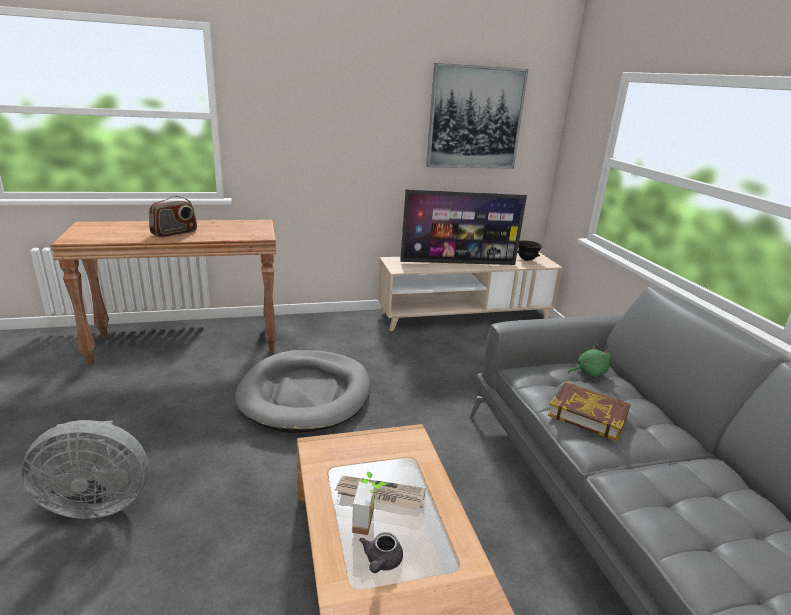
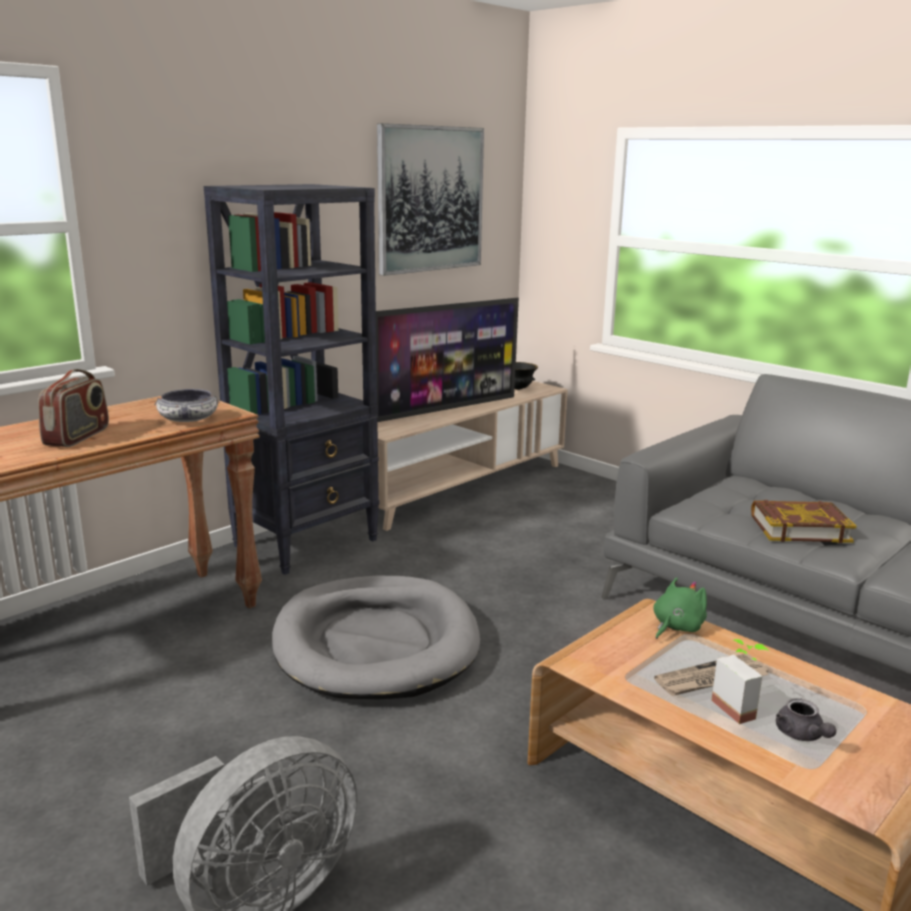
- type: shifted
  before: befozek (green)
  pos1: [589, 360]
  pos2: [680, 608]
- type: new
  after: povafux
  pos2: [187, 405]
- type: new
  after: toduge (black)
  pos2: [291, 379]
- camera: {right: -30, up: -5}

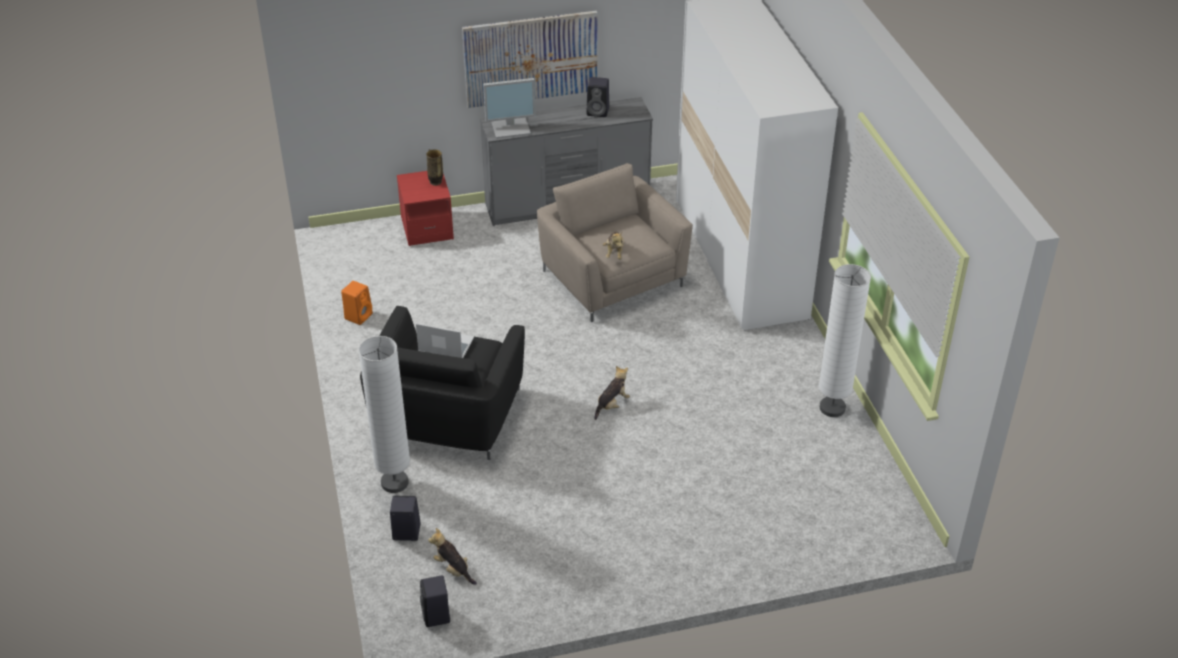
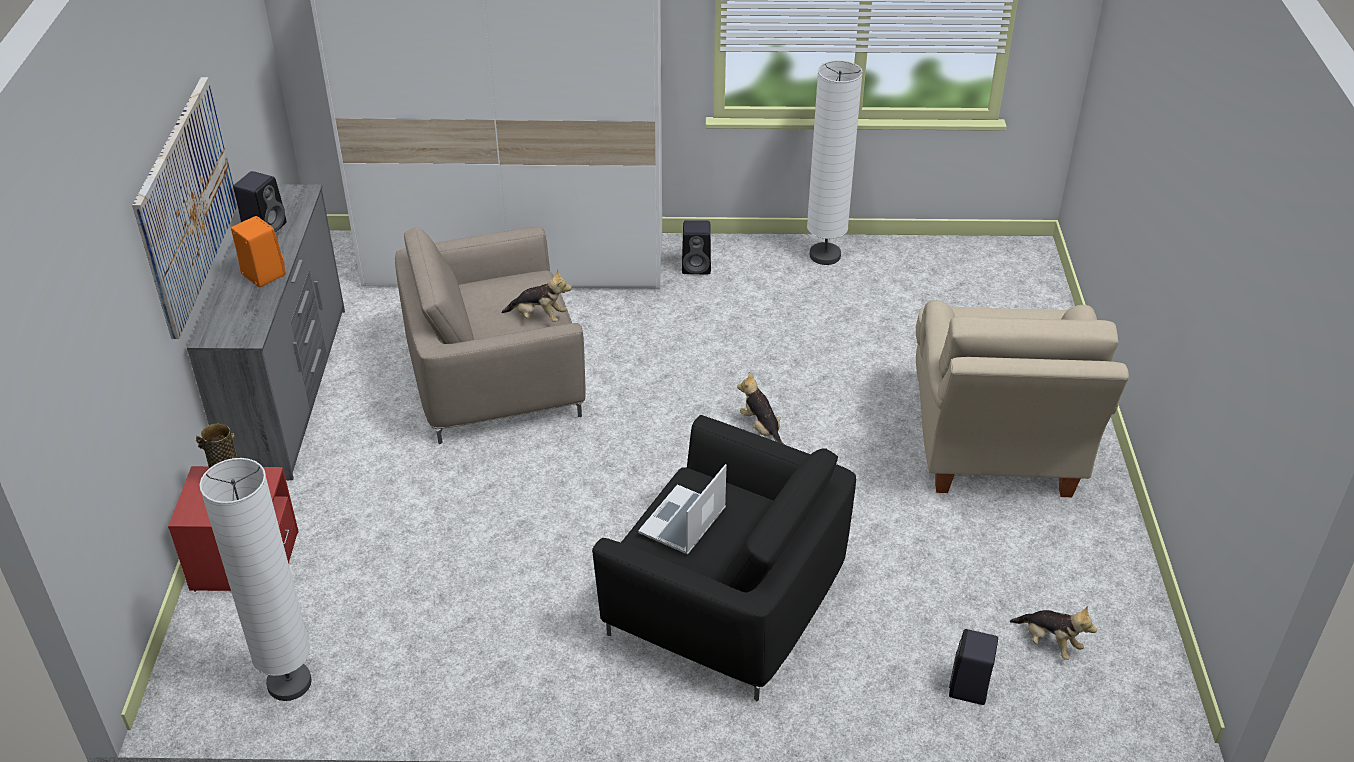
- type: shifted
  before: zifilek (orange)
  pos1: [357, 303]
  pos2: [258, 251]
- type: shifted
  before: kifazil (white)
  pos1: [384, 414]
  pos2: [255, 579]
- type: shifted
  before: zifilek (black)
  pos1: [435, 601]
  pos2: [696, 247]
- type: rotated
  before: befozek
  pos1: [452, 556]
  pos2: [1053, 633]
  turn: -105
- type: gone
  before: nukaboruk
  pos1: [509, 108]
- type: new
  after: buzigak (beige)
  pos2: [1022, 398]
- camera: {right: -75, up: 0}

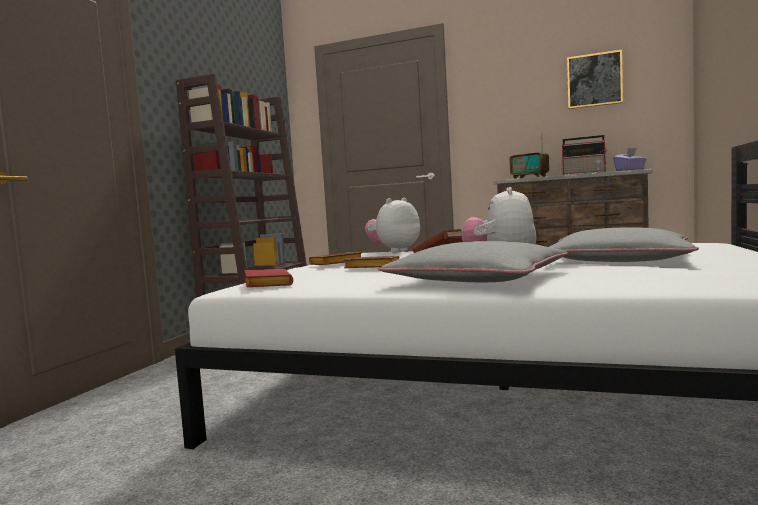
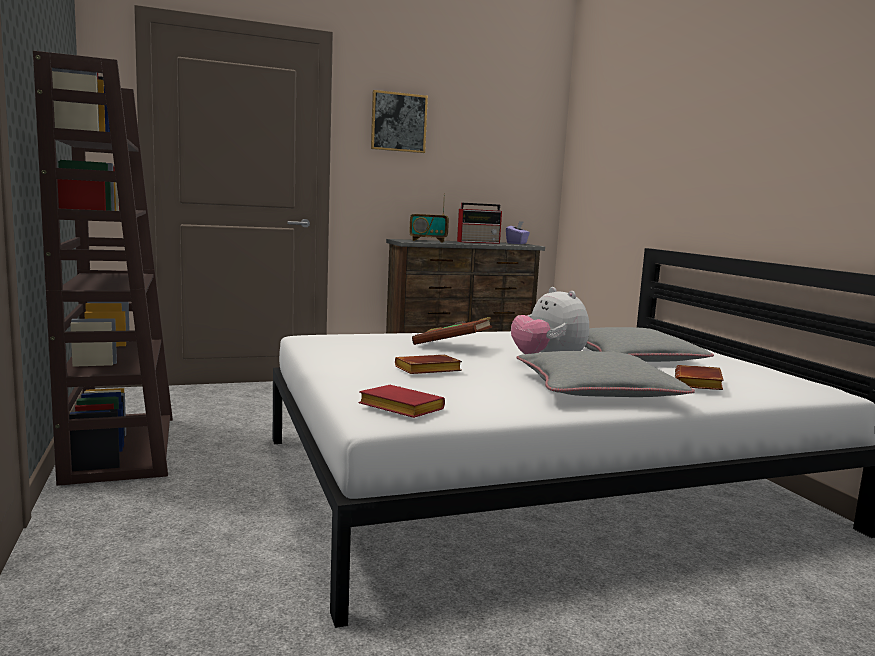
- type: shifted
  before: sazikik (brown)
  pos1: [335, 258]
  pos2: [699, 377]
- type: gone
  before: befozek
  pos1: [392, 225]
- type: shifted
  before: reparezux
  pos1: [595, 79]
  pos2: [399, 121]
- camera: {right: -40, up: 5}

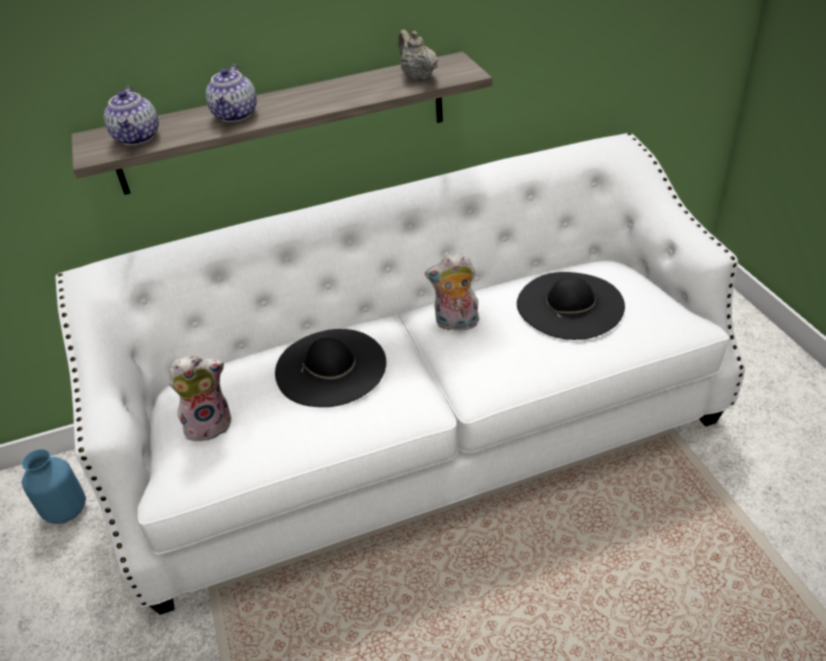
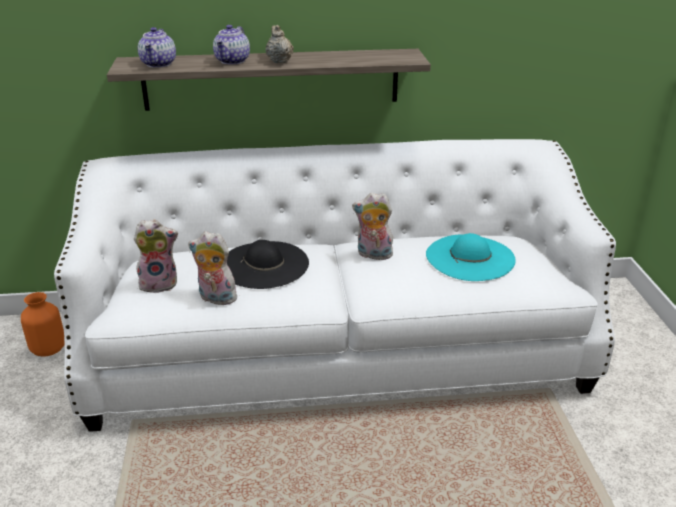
- type: repainted
  before: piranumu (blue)
  after: piranumu (orange)
  pos1: [54, 486]
  pos2: [43, 324]
- type: shifted
  before: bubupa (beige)
  pos1: [418, 55]
  pos2: [279, 44]
- type: repainted
  before: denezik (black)
  after: denezik (turquoise)
  pos1: [571, 306]
  pos2: [471, 257]
- type: new
  after: befozek
  pos2: [212, 268]
- camera: {right: 10, up: -10}

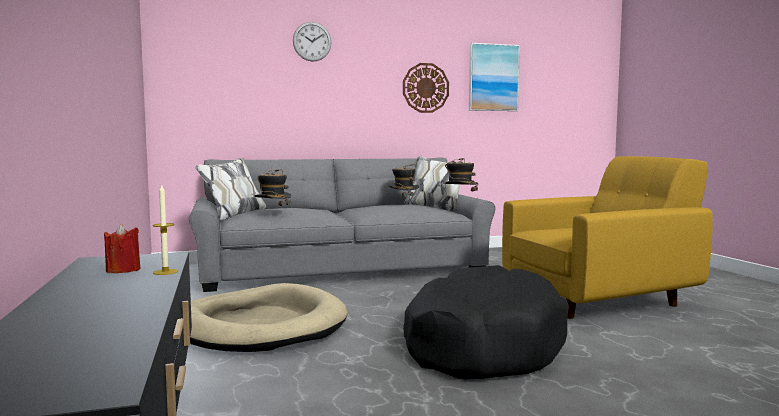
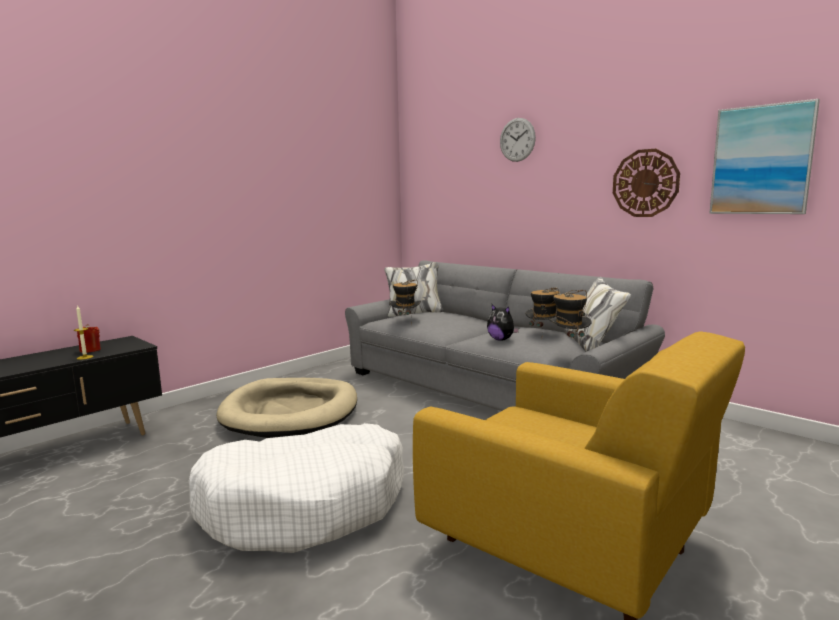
- type: repainted
  before: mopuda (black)
  after: mopuda (white)
  pos1: [486, 322]
  pos2: [296, 488]
- type: new
  after: befozek
  pos2: [503, 322]
- camera: {right: 60, up: 5}

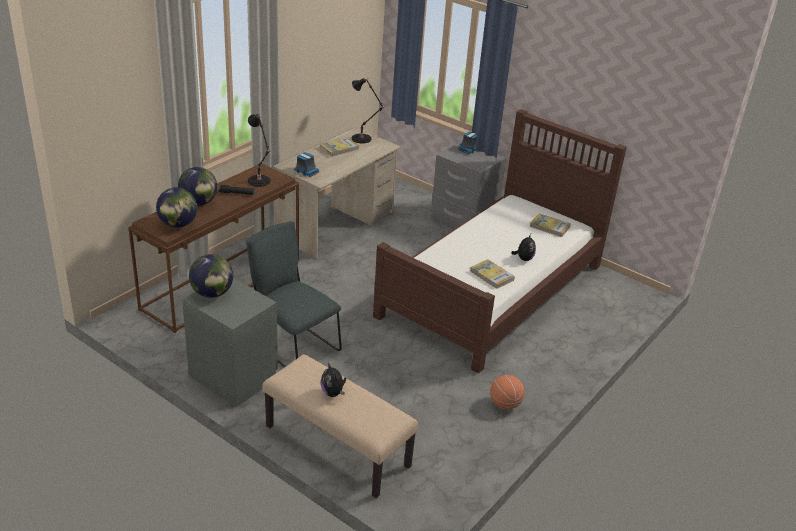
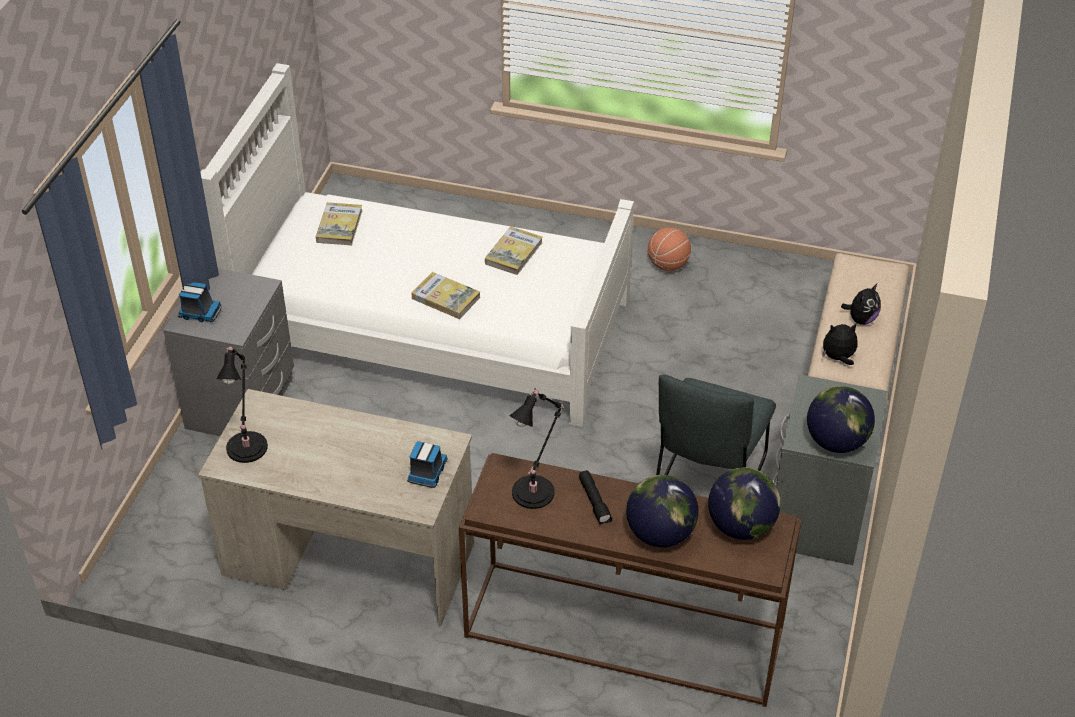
- type: shifted
  before: sazikik
  pos1: [339, 147]
  pos2: [445, 295]
- type: repainted
  before: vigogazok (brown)
  after: vigogazok (white)
  pos1: [500, 241]
  pos2: [417, 245]
- type: shifted
  before: befozek
  pos1: [523, 247]
  pos2: [839, 344]
- camera: {right: -110, up: 10}

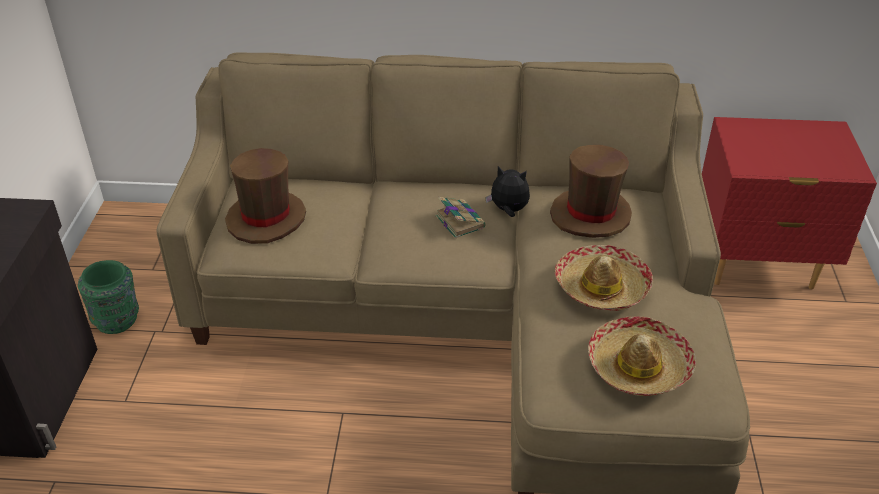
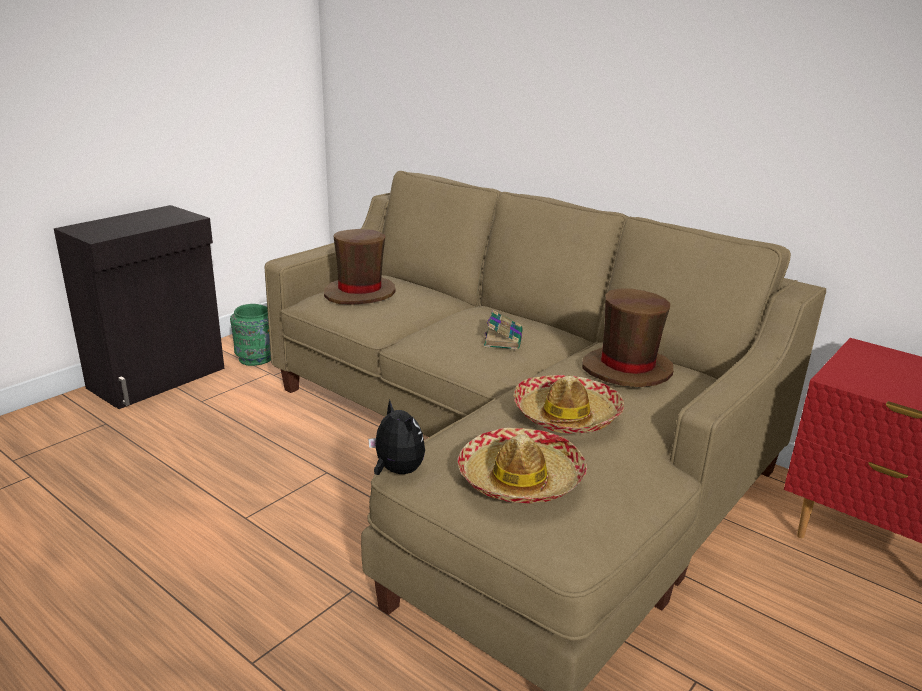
- type: shifted
  before: befozek
  pos1: [507, 191]
  pos2: [396, 437]
- camera: {right: 35, up: -15}

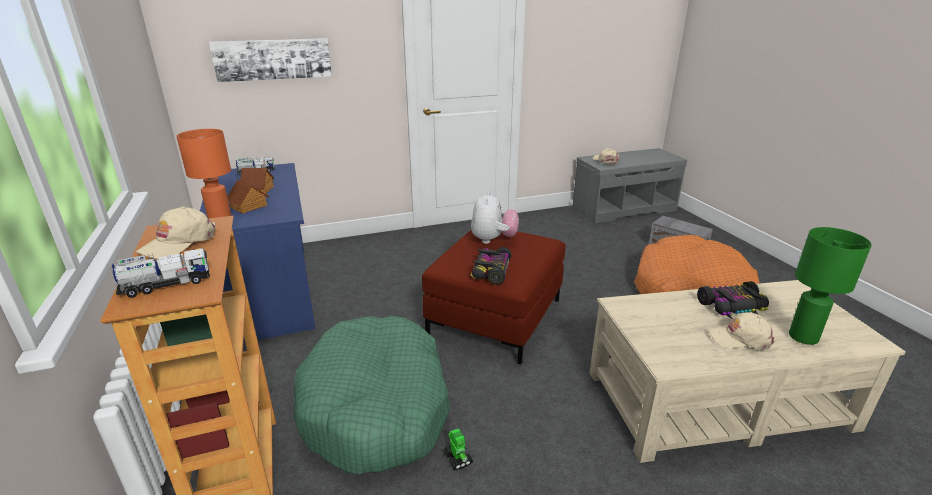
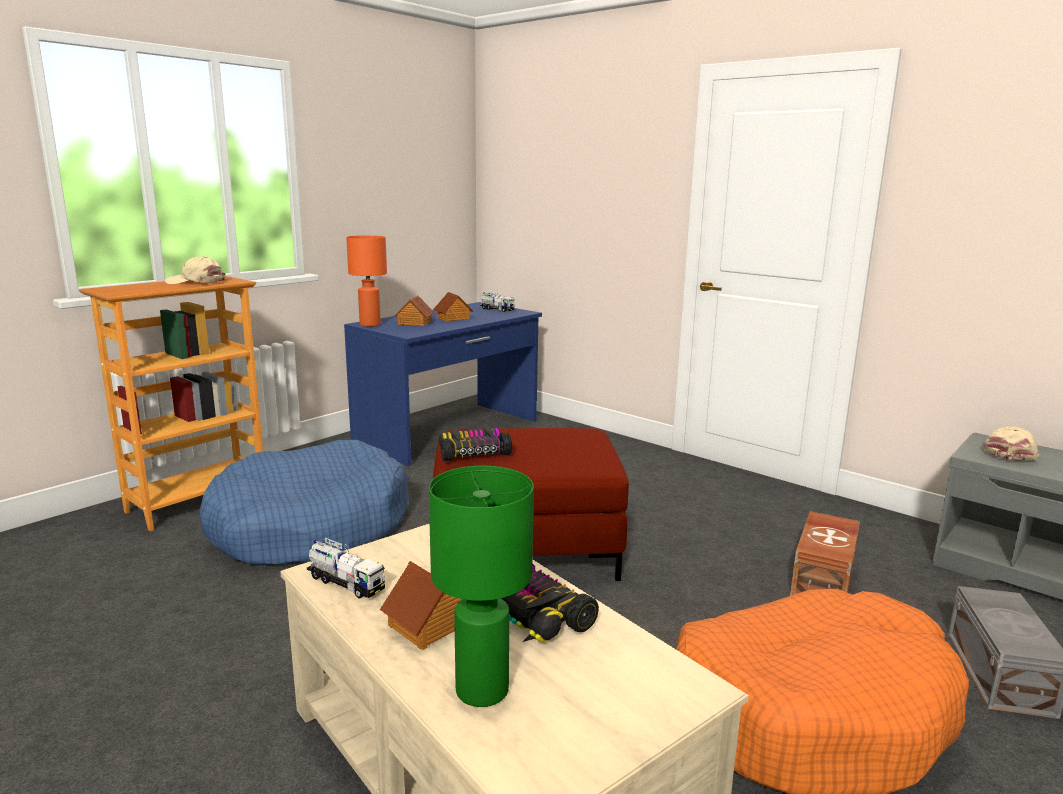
- type: shifted
  before: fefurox
  pos1: [161, 273]
  pos2: [346, 568]
- type: gone
  before: reparezux
  pos1: [270, 60]
- type: repainted
  before: mopuda (green)
  after: mopuda (blue)
  pos1: [372, 395]
  pos2: [304, 503]
- type: gone
  before: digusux
  pos1: [458, 449]
- type: gone
  before: befozek
  pos1: [495, 217]
- type: swapped
  before: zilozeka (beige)
  after: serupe
  pos1: [742, 331]
  pos2: [421, 605]
- type: new
  after: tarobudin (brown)
  pos2: [825, 553]
- camera: {right: 60, up: -10}

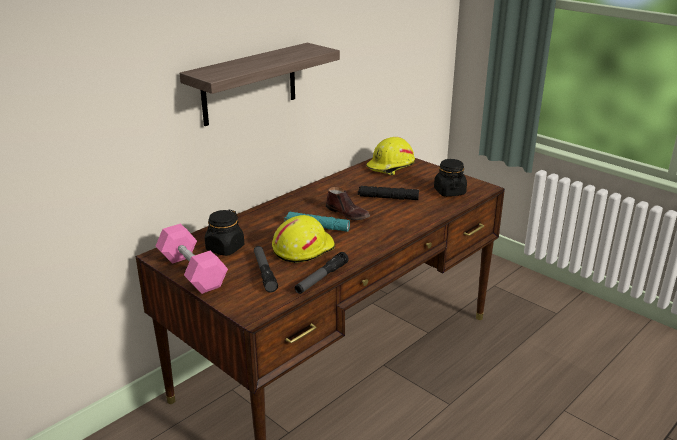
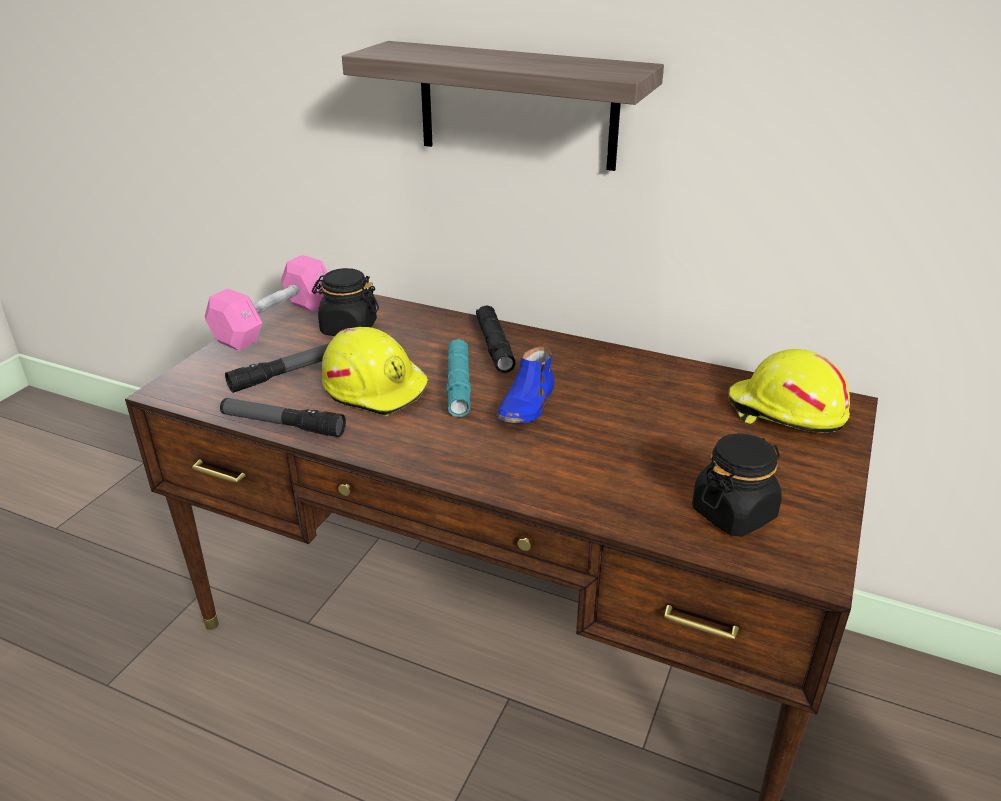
- type: repainted
  before: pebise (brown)
  after: pebise (blue)
  pos1: [348, 203]
  pos2: [525, 384]
- type: shifted
  before: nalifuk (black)
  pos1: [388, 193]
  pos2: [496, 339]
- camera: {right: 70, up: 5}

